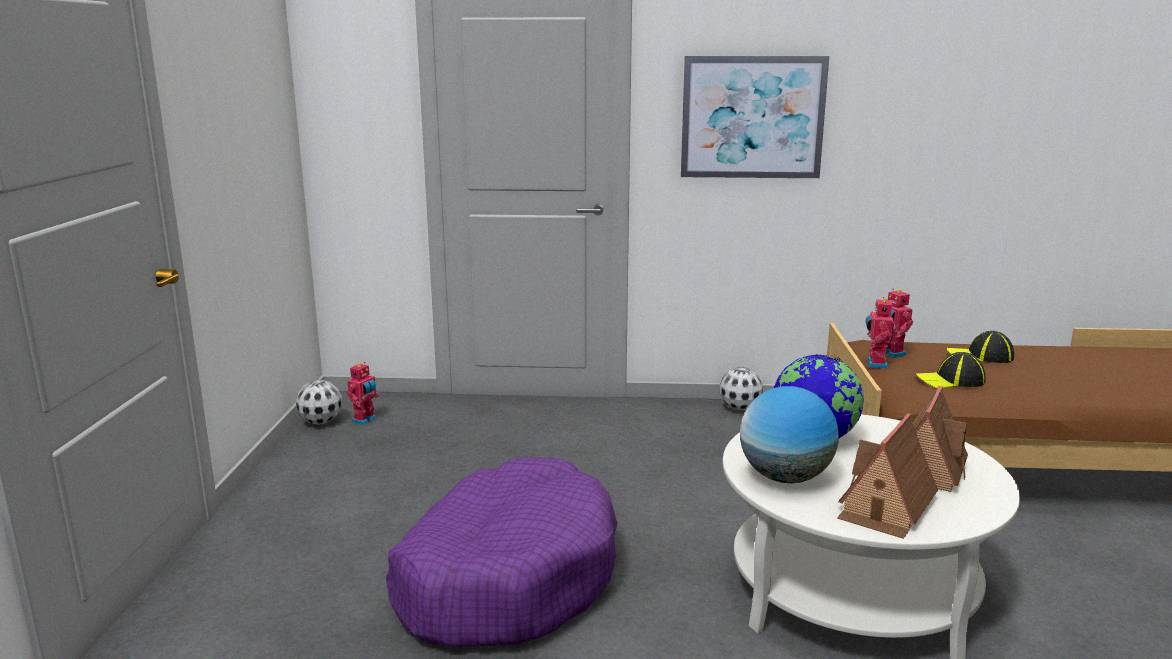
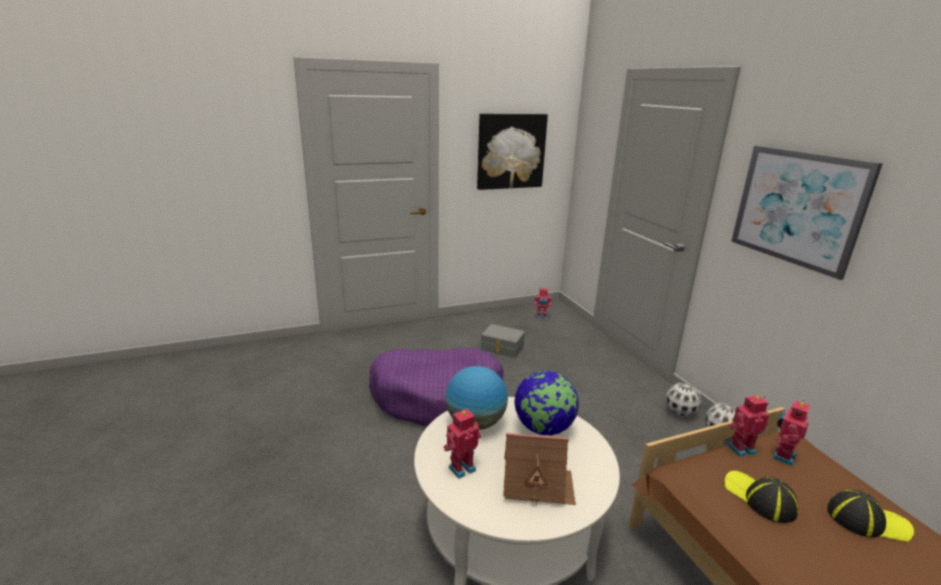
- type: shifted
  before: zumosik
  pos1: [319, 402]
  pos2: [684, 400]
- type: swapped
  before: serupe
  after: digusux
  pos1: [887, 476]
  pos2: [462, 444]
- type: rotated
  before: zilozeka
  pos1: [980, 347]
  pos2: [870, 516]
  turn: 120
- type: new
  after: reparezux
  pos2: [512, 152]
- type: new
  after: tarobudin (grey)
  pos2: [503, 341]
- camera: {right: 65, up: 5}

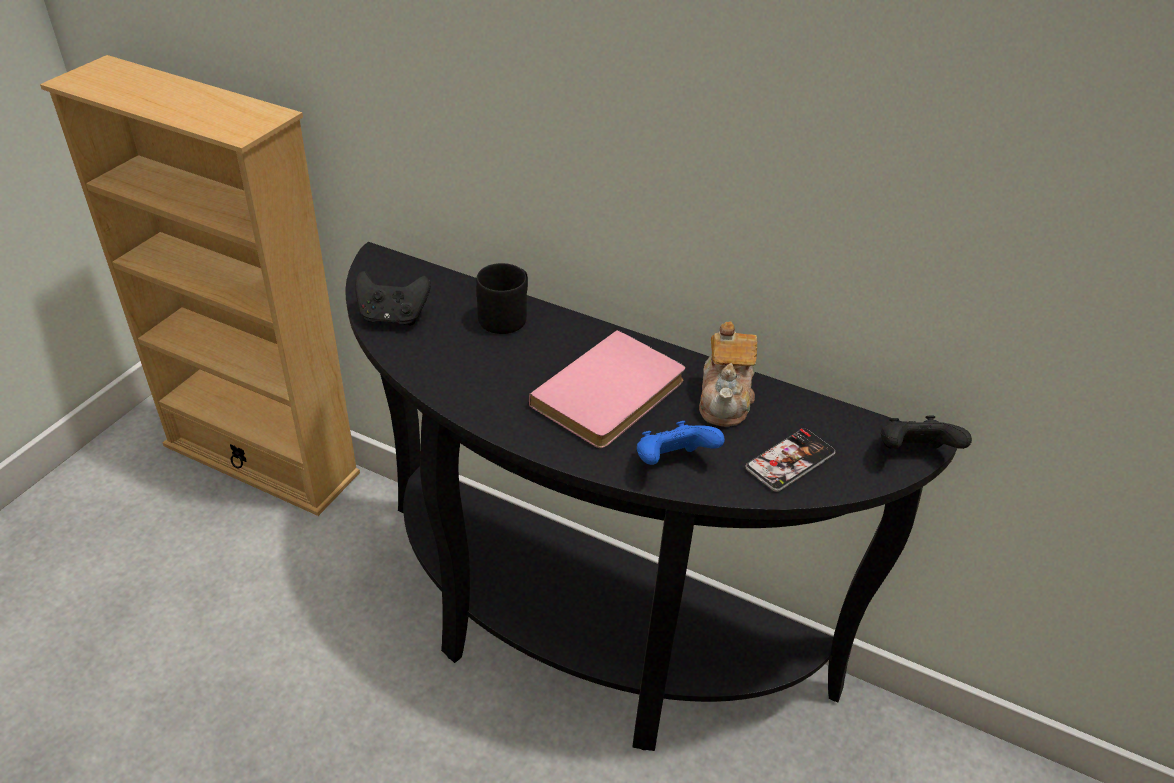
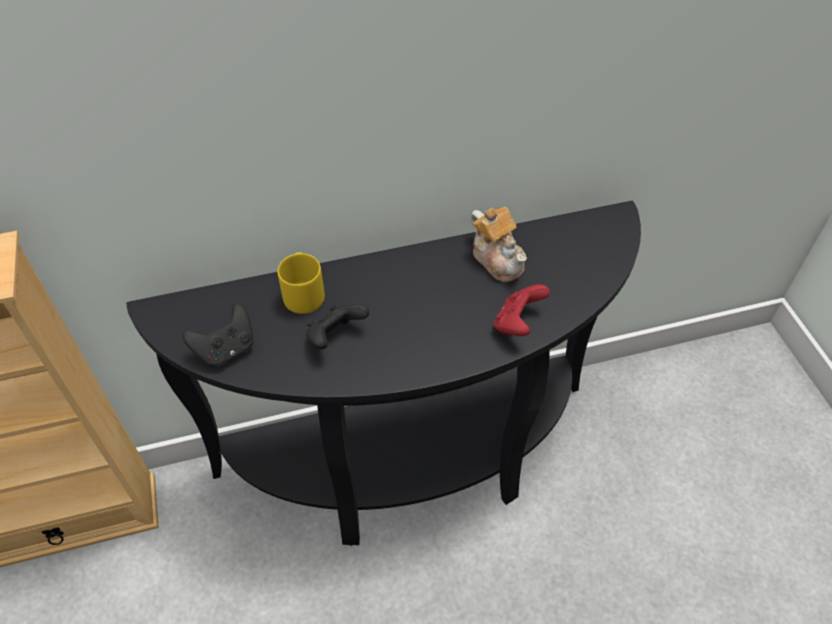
- type: repainted
  before: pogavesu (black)
  after: pogavesu (yellow)
  pos1: [502, 298]
  pos2: [301, 283]
- type: gone
  before: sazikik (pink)
  pos1: [607, 389]
- type: repainted
  before: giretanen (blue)
  after: giretanen (red)
  pos1: [681, 443]
  pos2: [522, 310]
- type: gone
  before: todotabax
  pos1: [790, 460]
- type: shifted
  before: giretanen (black)
  pos1: [926, 432]
  pos2: [337, 326]
- camera: {right: -40, up: 10}

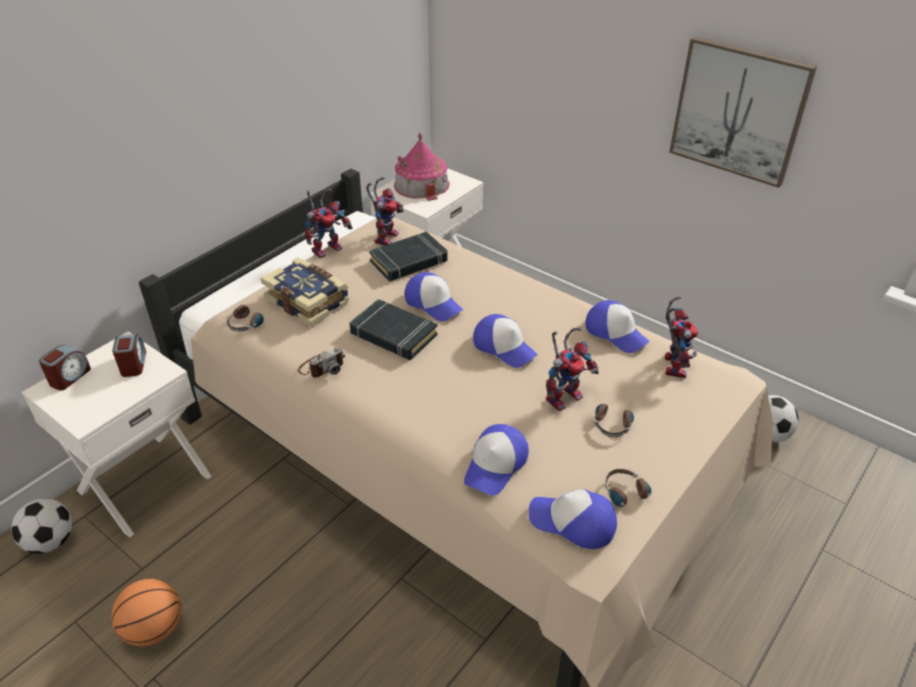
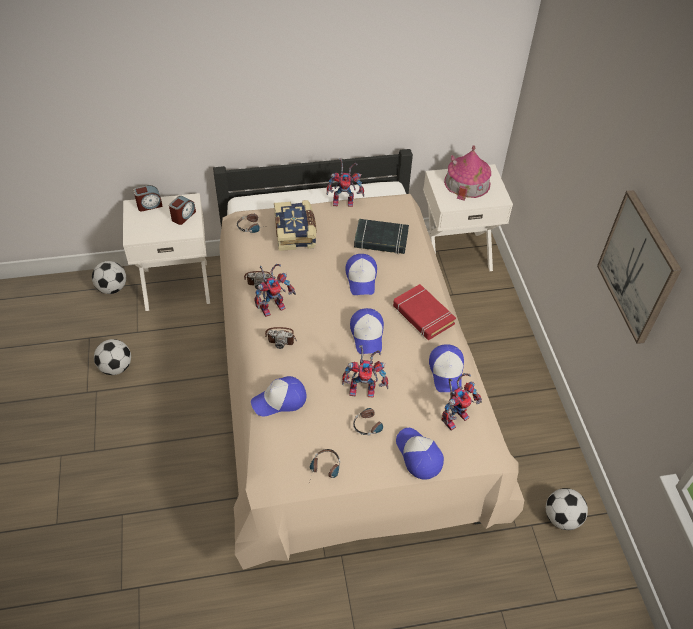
- type: swapped
  before: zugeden
  after: zumosik
  pos1: [146, 612]
  pos2: [112, 357]
- type: gone
  before: sazikik (black)
  pos1: [393, 329]
- type: shifted
  before: digusux
  pos1: [385, 211]
  pos2: [275, 290]
- type: shifted
  before: zilozeka
  pos1: [573, 519]
  pos2: [420, 454]
- type: new
  after: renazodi
  pos2: [281, 338]
- type: new
  after: sazikik (red)
  pos2: [424, 312]
- camera: {right: 40, up: 10}

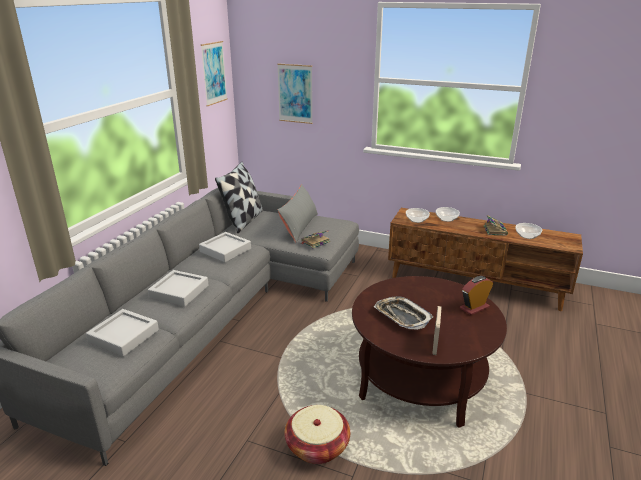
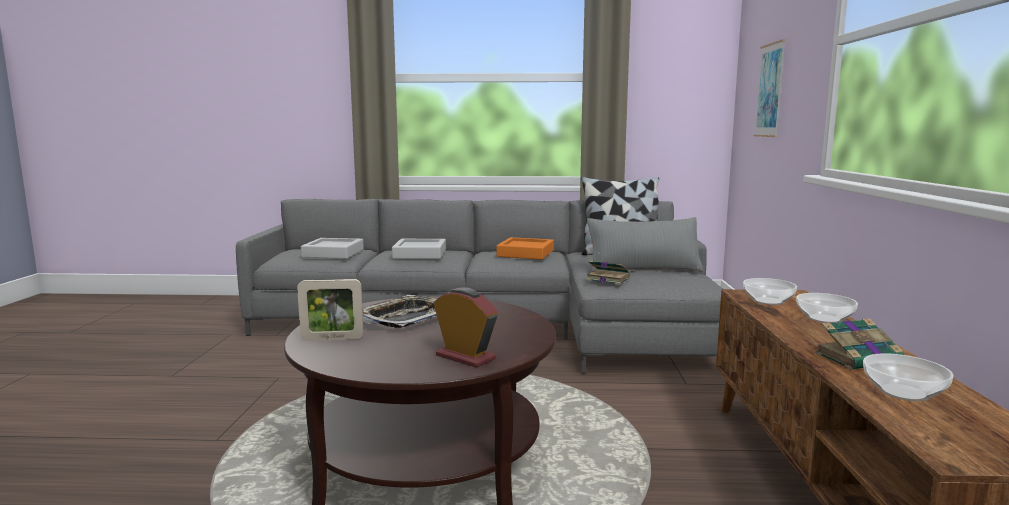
- type: repainted
  before: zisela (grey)
  after: zisela (orange)
  pos1: [225, 247]
  pos2: [525, 248]
- type: gone
  before: reparezux
  pos1: [214, 73]
- type: gone
  before: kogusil
  pos1: [317, 434]
- camera: {right: 70, up: -15}

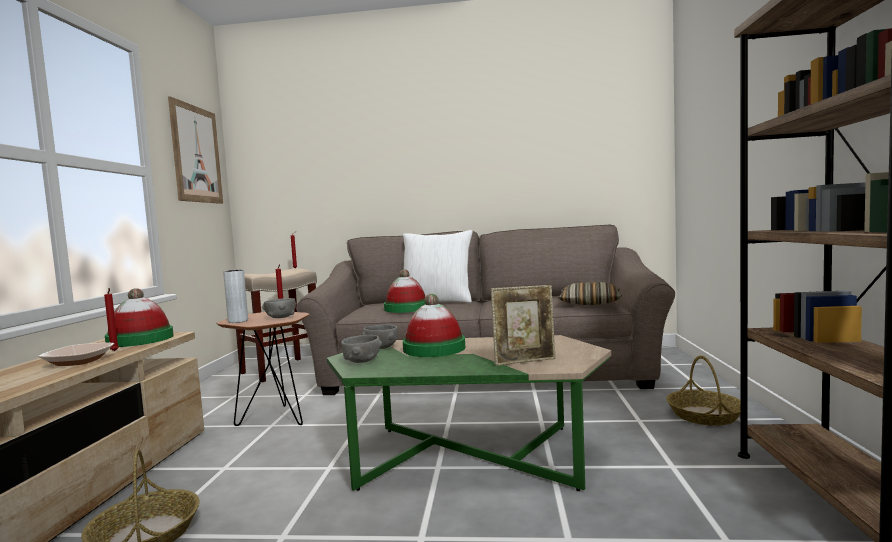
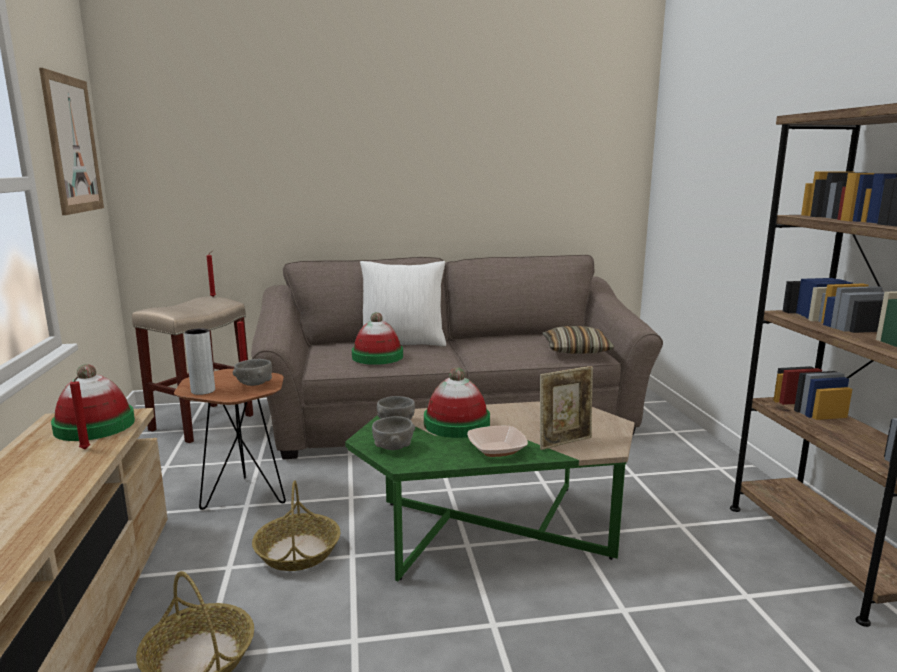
- type: shifted
  before: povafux
  pos1: [76, 354]
  pos2: [497, 441]
- type: shifted
  before: kogusil
  pos1: [703, 391]
  pos2: [296, 526]
- camera: {right: -15, up: 10}

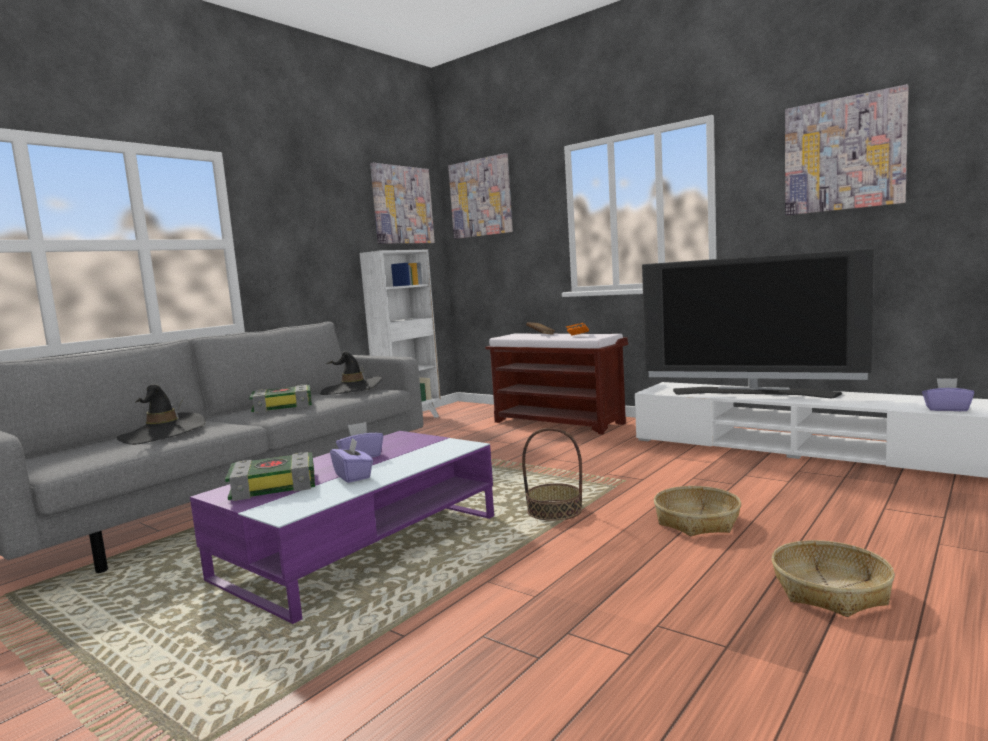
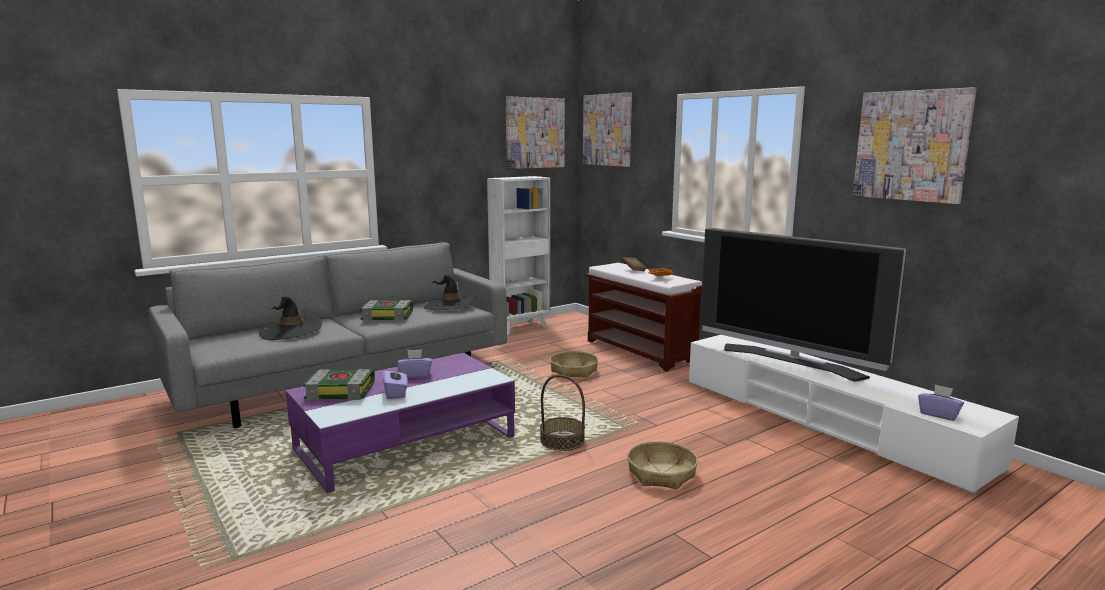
- type: shifted
  before: kogusil
  pos1: [833, 578]
  pos2: [574, 364]
- camera: {right: 15, up: 5}

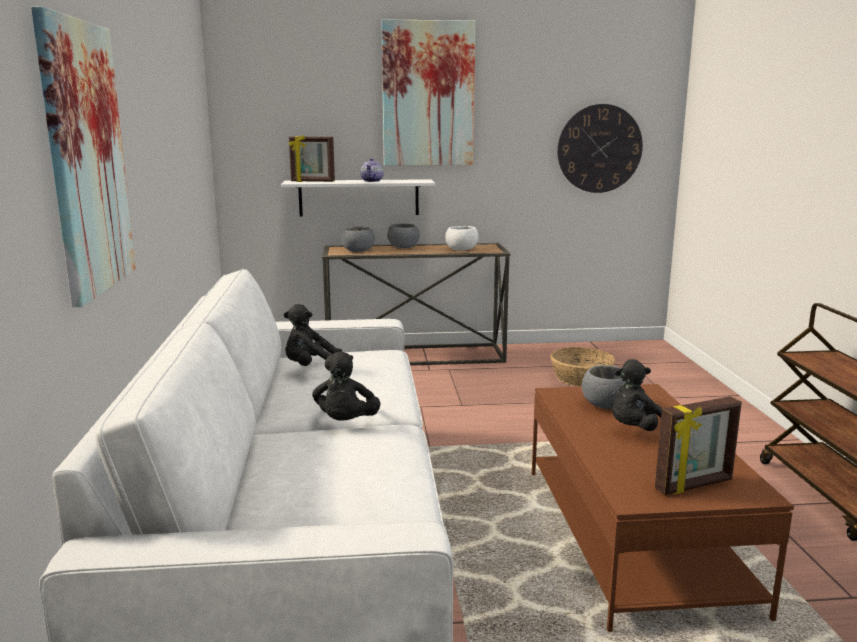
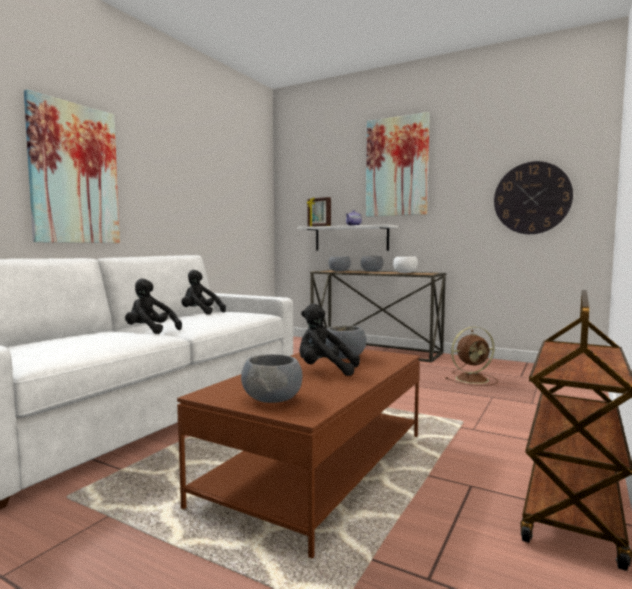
- type: rotated
  before: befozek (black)
  pos1: [346, 386]
  pos2: [153, 306]
  turn: 75
- type: swapped
  before: kogusil
  after: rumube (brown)
  pos1: [582, 367]
  pos2: [471, 356]
- type: swapped
  before: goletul
  after: povafux (grey)
  pos1: [698, 445]
  pos2: [271, 378]
- camera: {right: 35, up: -10}

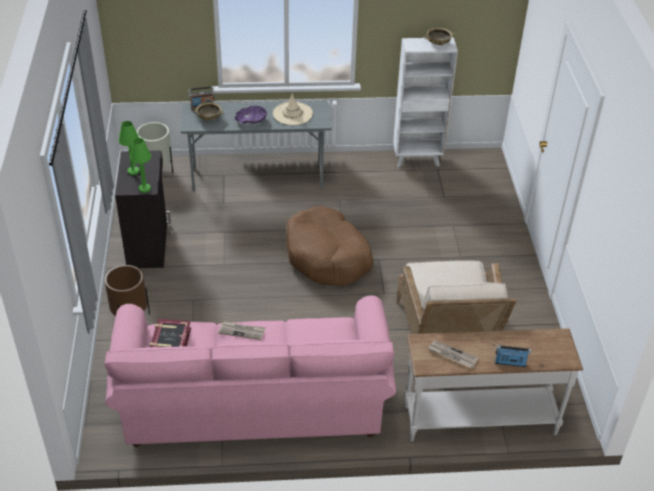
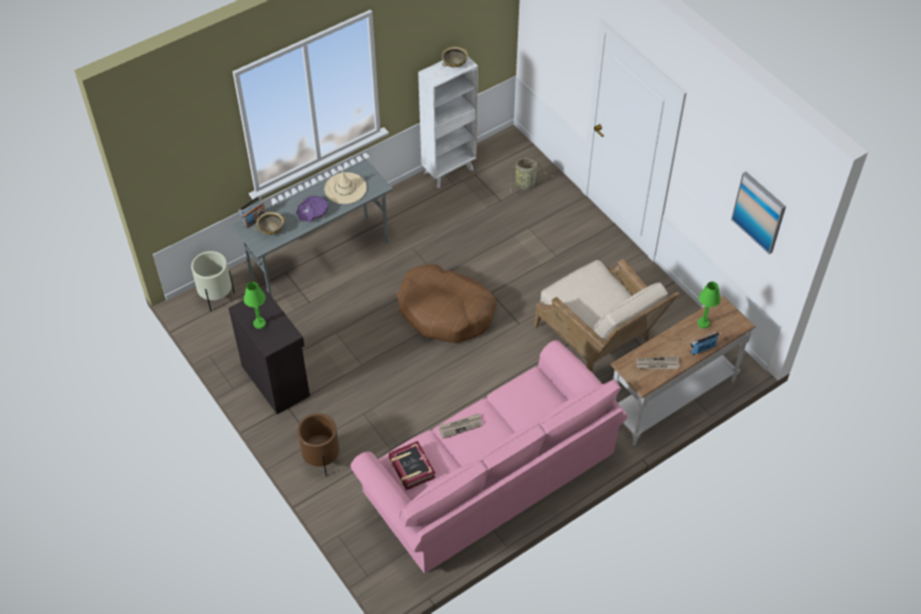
- type: shifted
  before: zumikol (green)
  pos1: [140, 165]
  pos2: [709, 305]
- type: new
  after: kogusil
  pos2: [530, 175]
- type: new
  after: reparezux
  pos2: [758, 213]
- camera: {right: -30, up: 10}

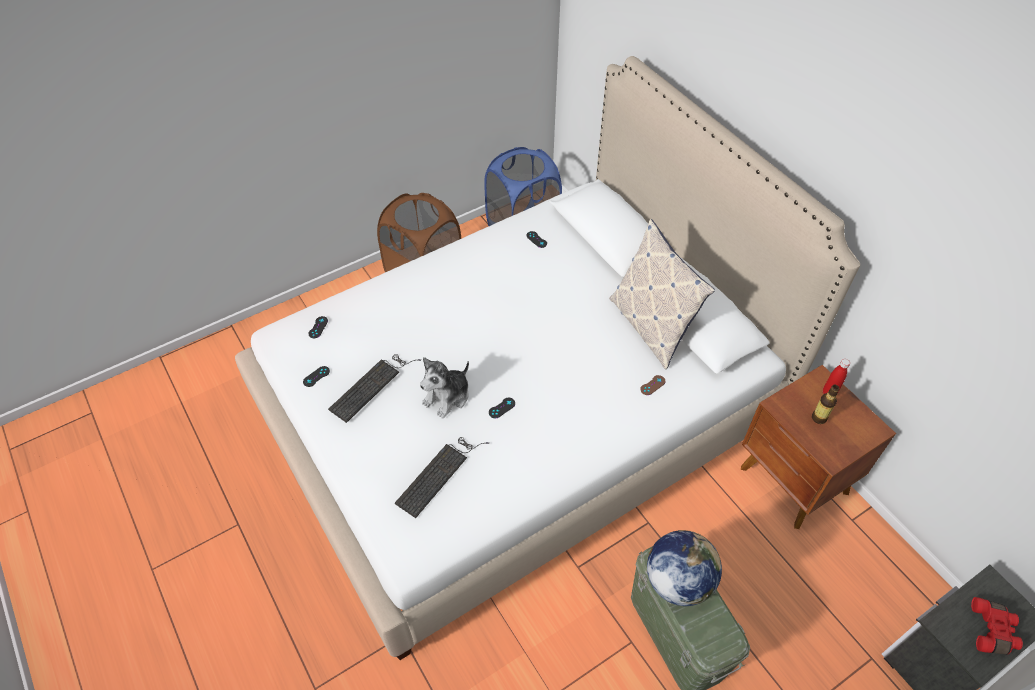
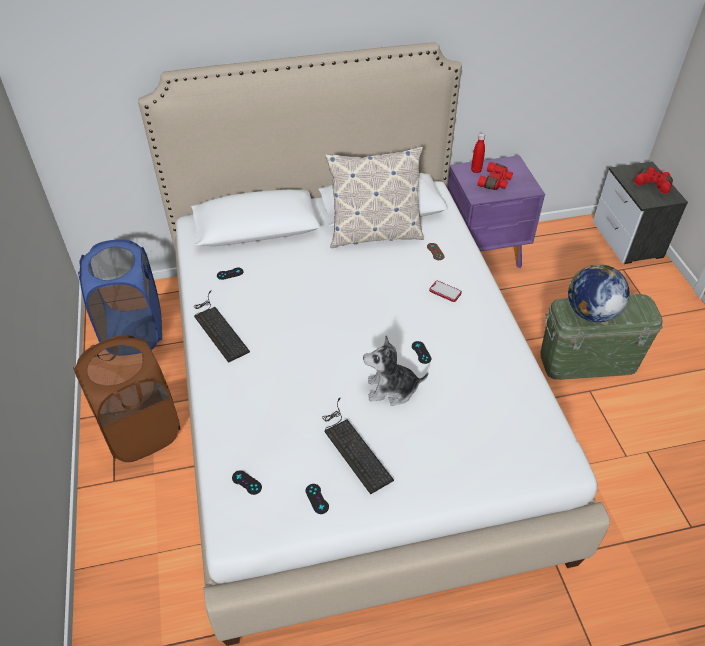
- type: shifted
  before: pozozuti
  pos1: [442, 477]
  pos2: [222, 326]
- type: rotated
  before: befozek
  pos1: [444, 388]
  pos2: [395, 371]
  turn: 120
- type: repainted
  before: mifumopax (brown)
  after: mifumopax (purple)
  pos1: [818, 447]
  pos2: [496, 211]
- type: swapped
  before: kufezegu
  after: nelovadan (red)
  pos1: [826, 404]
  pos2: [495, 176]
- type: new
  after: todotabax
  pos2: [445, 291]
- camera: {right: -70, up: -5}

